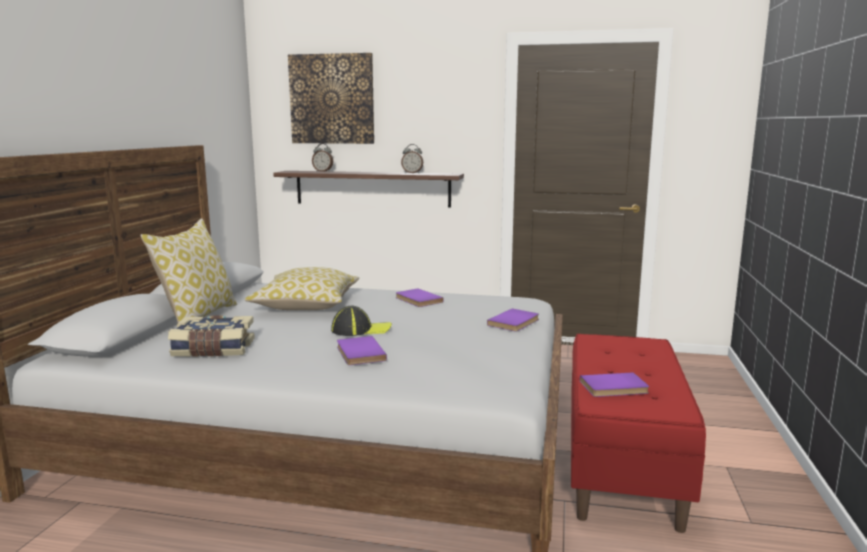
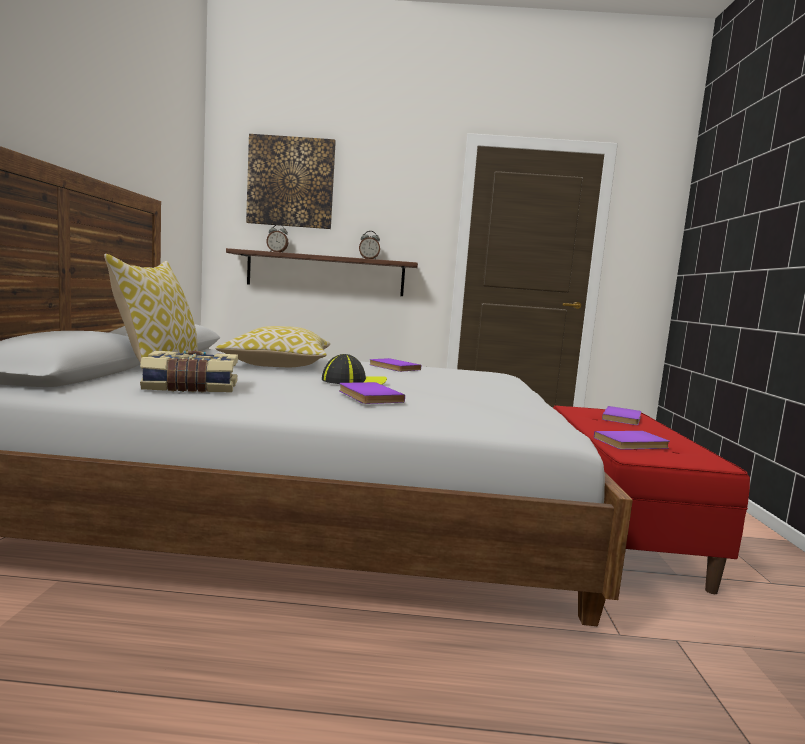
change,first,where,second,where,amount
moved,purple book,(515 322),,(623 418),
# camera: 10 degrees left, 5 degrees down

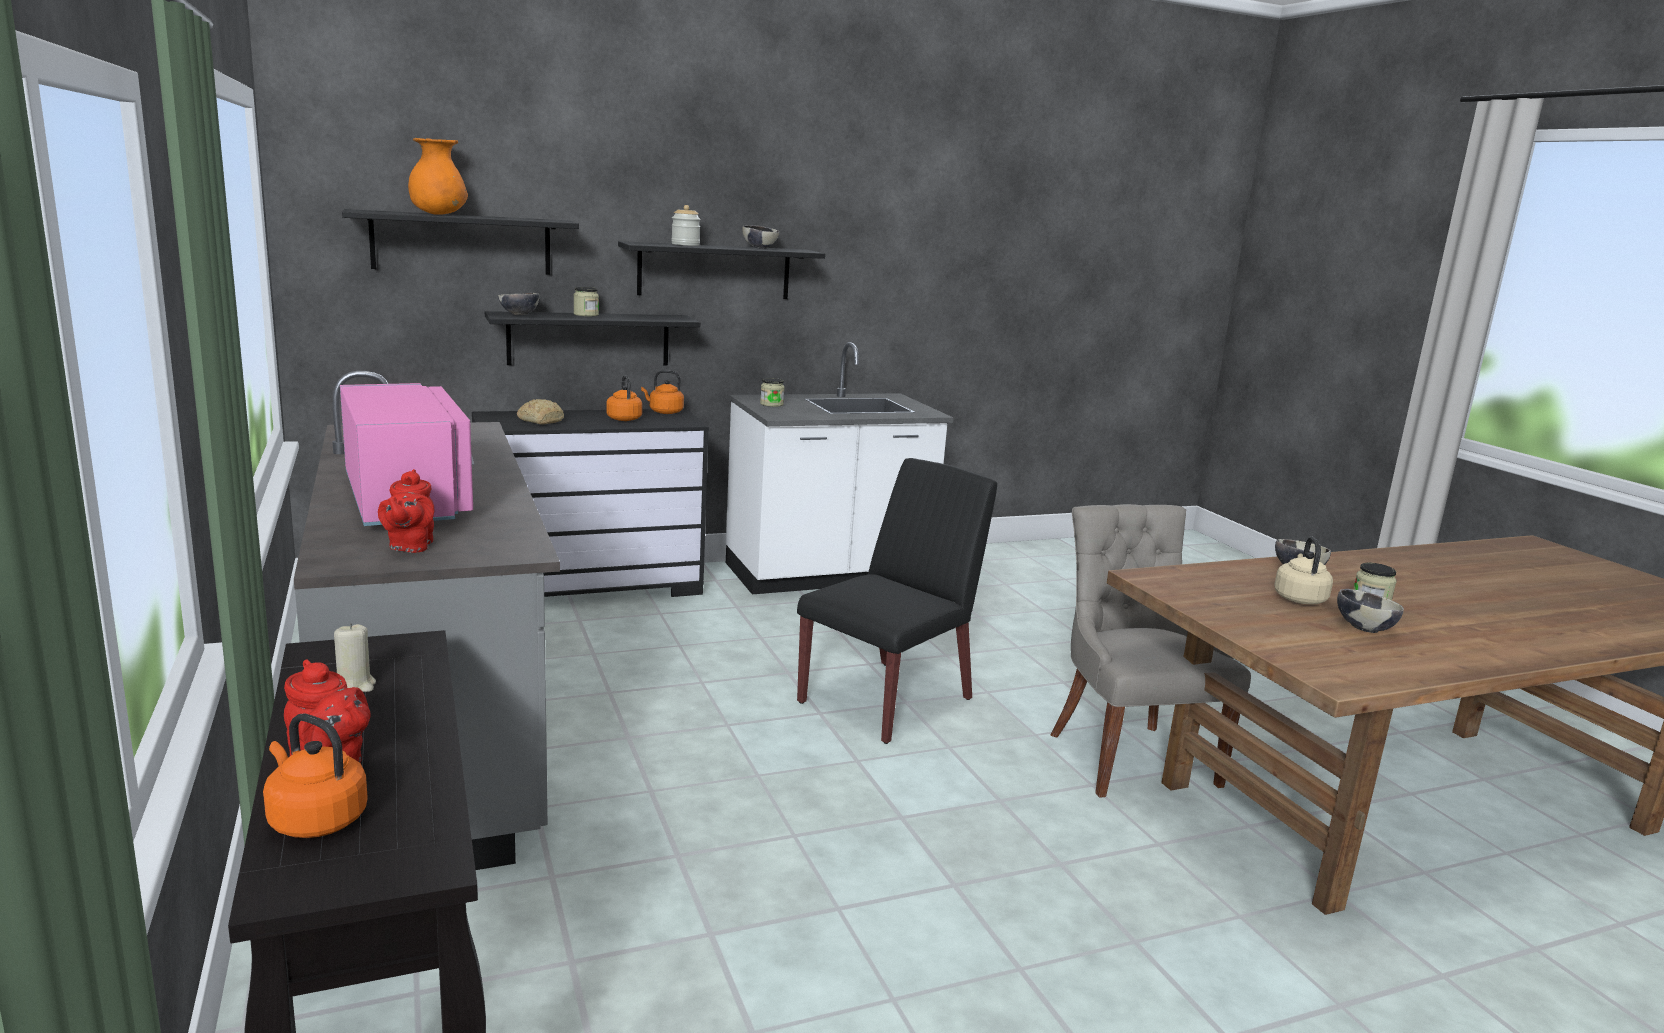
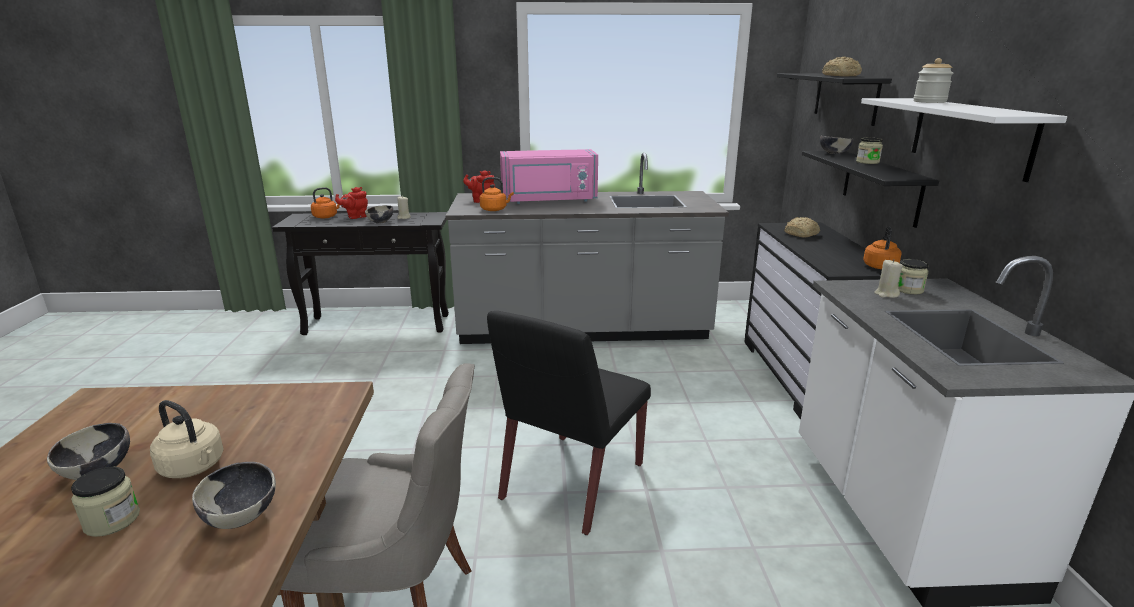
change,first,where,second,where,amount
moved,bowl,(760 248),,(380 222),
moved,orange kettle,(623 418),,(495 209),
turned,black chair,(887 700),,(572 482),60 degrees clockwise
added,,,bread,(841 76),
recoloured,black shelf,(714 271),white shelf,(970 135),
added,,,beige candle,(886 294),
removed,orange vase,(438 214),,,
# camera: 110 degrees right, 5 degrees up

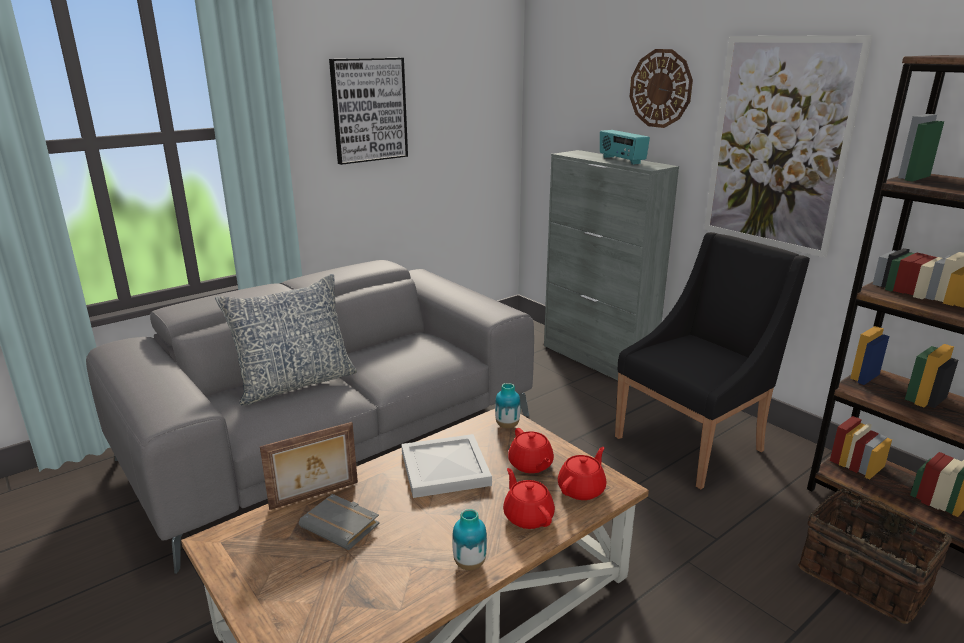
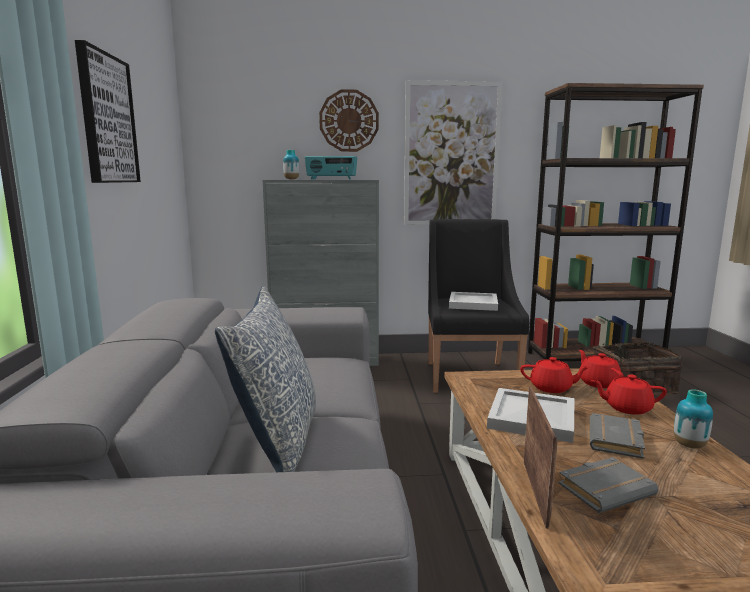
change,first,where,second,where,amount
moved,vase,(507 425),,(291 179),
added,,,white tray,(472 304),
added,,,grey book,(617 441),
# camera: 55 degrees left, 10 degrees down

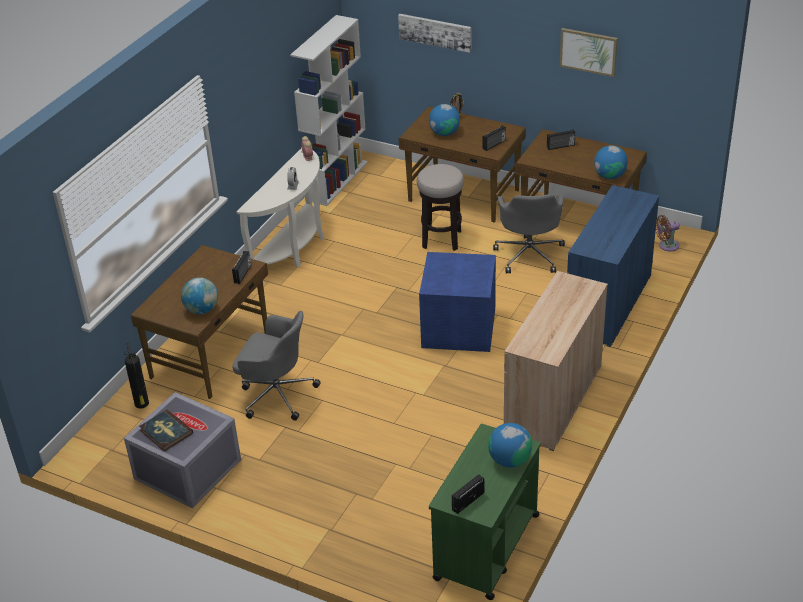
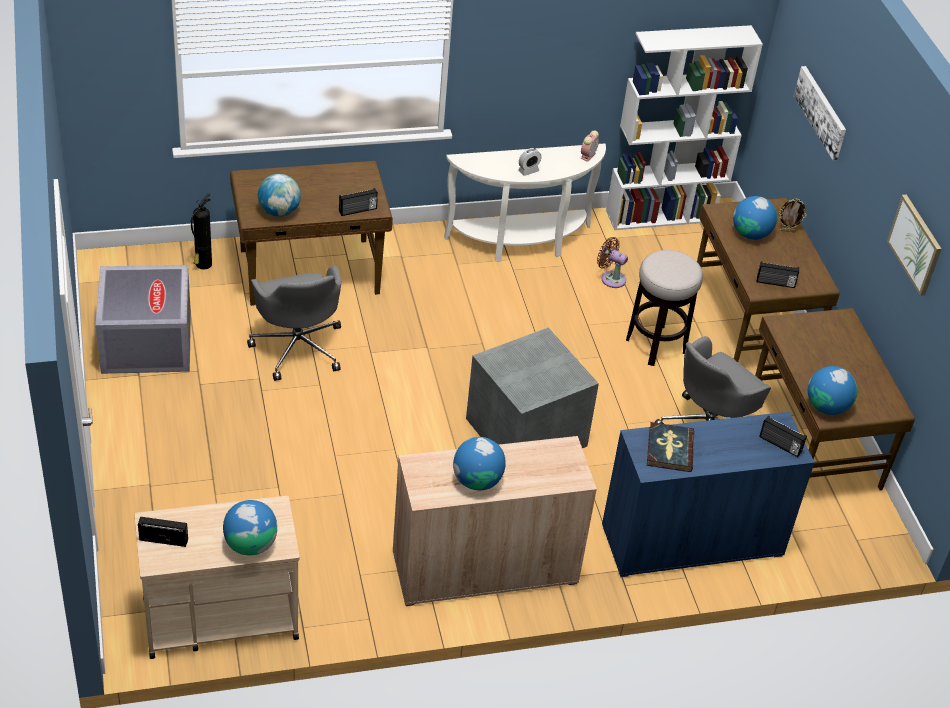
change,first,where,second,where,amount
recoloured,green cart,(486 547),beige cart,(219 618),
added,,,globe,(477 481),
recoloured,blue storage box,(457 328),grey storage box,(524 431),
moved,brown fan,(666 246),,(611 278),
moved,book,(166 432),,(669 449),
moved,radio,(560 146),,(780 445),
# camera: 45 degrees right, 5 degrees up

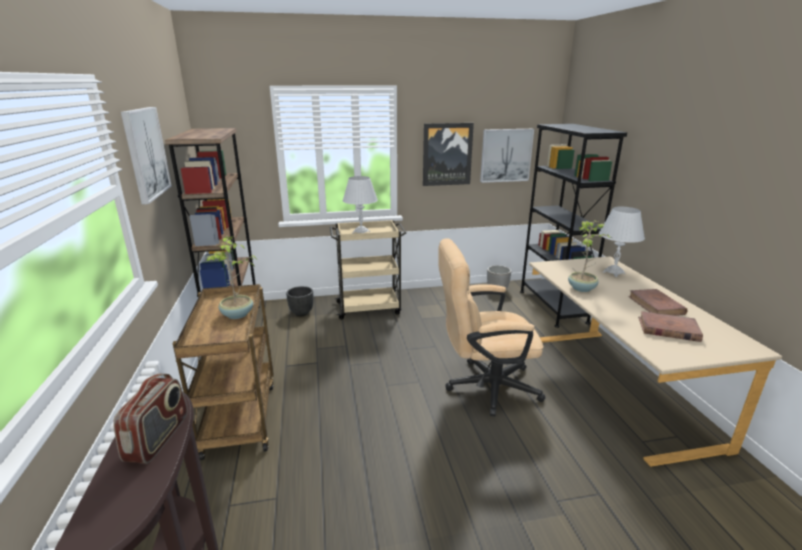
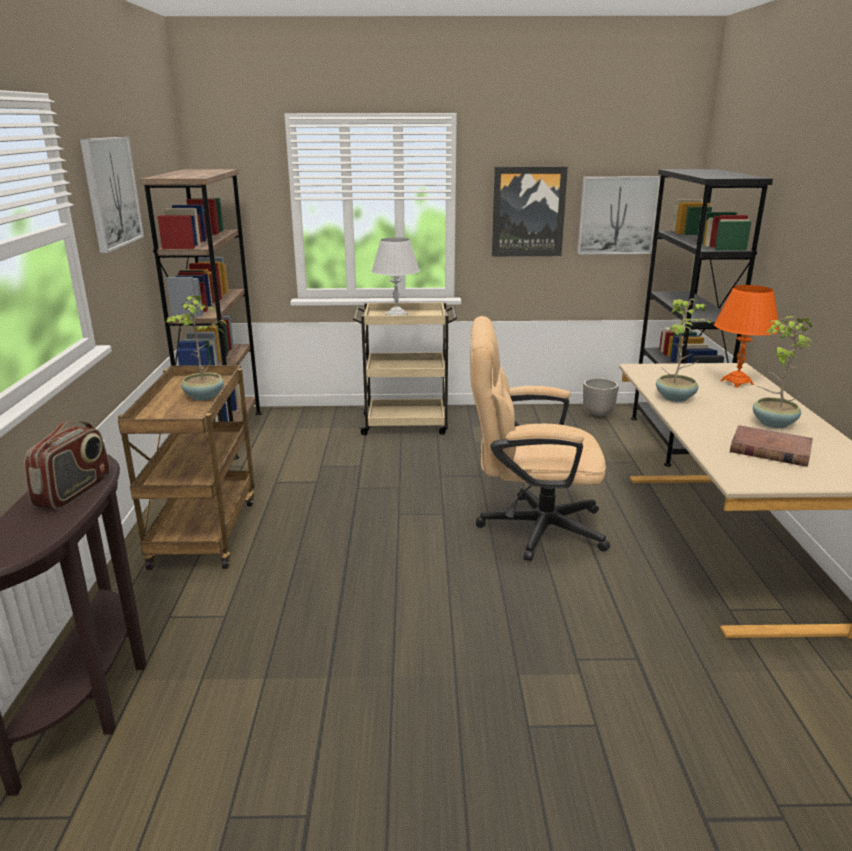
change,first,where,second,where,amount
recoloured,white table lamp,(614 273),orange table lamp,(736 382),
replaced,brown book,(656 305),potted plant,(772 423),
removed,black planter,(302 313),,,
# camera: 10 degrees right, 0 degrees up

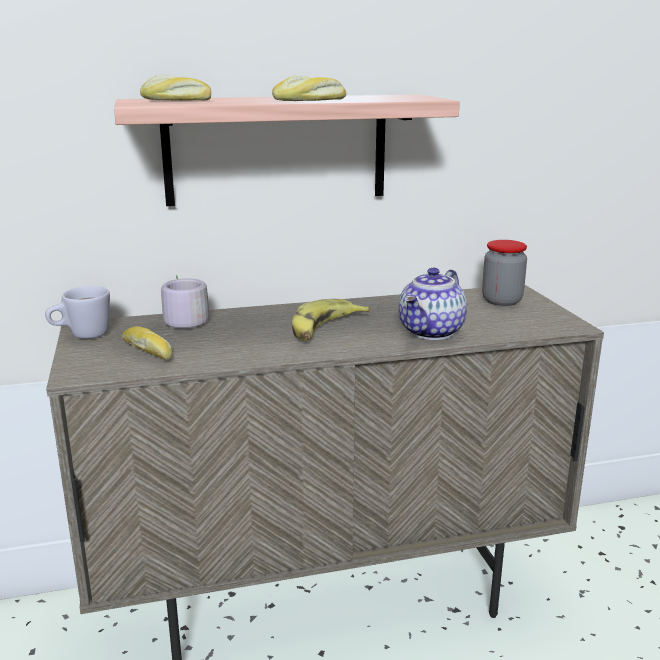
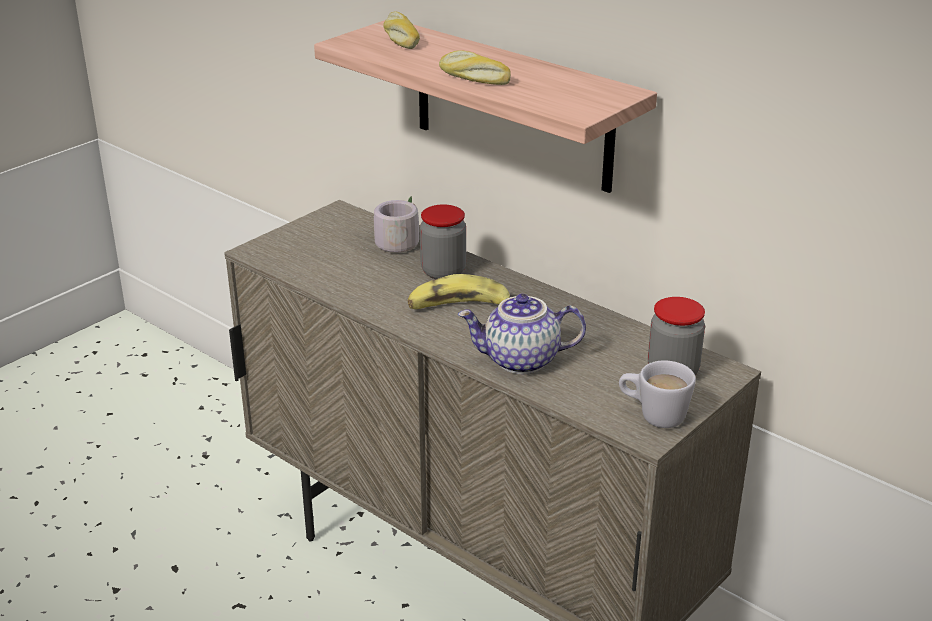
change,first,where,second,where,amount
added,,,jar,(443 272),
moved,white mug,(81 336),,(653 416),
removed,bread,(149 351),,,
# camera: 55 degrees right, 10 degrees up

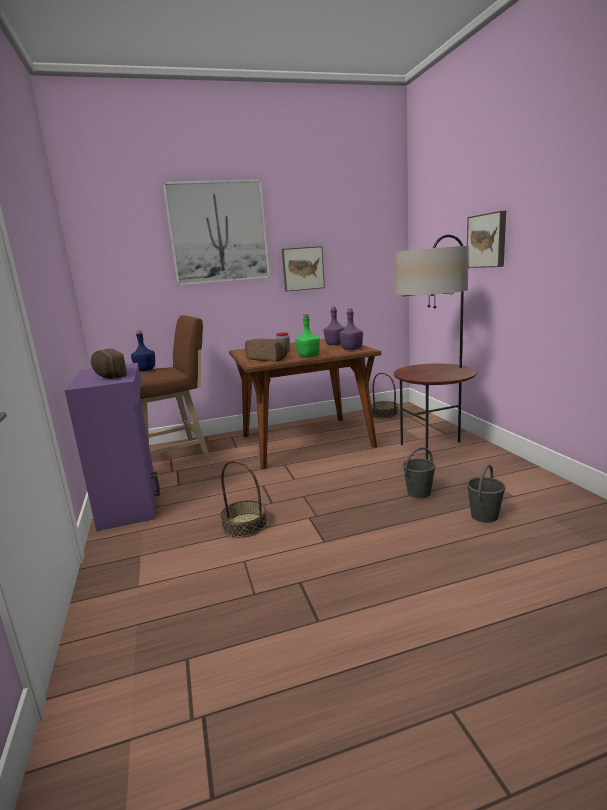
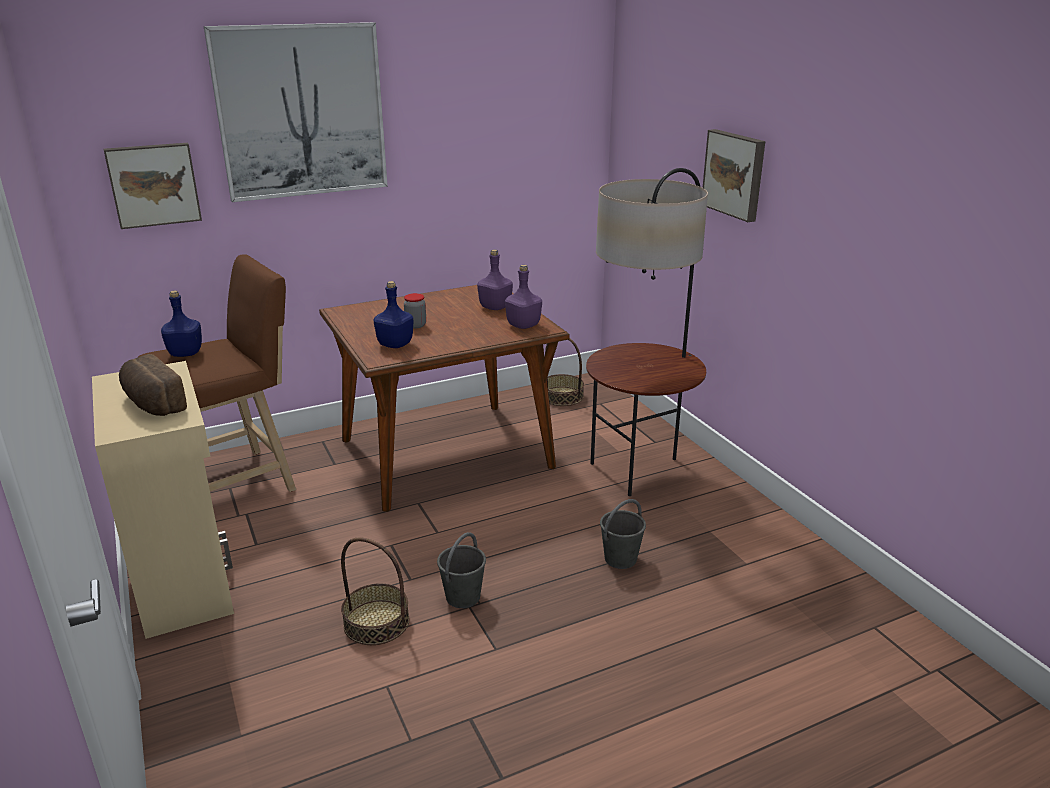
change,first,where,second,where,amount
recoloured,purple cabinet,(130 501),beige cabinet,(185 579),
moved,picture,(302 268),,(154 184),
replaced,bread,(268 359),blue bottle,(395 345),
moved,grey bucket,(484 515),,(463 596),
removed,green bottle,(309 356),,,
# camera: 10 degrees left, 10 degrees up

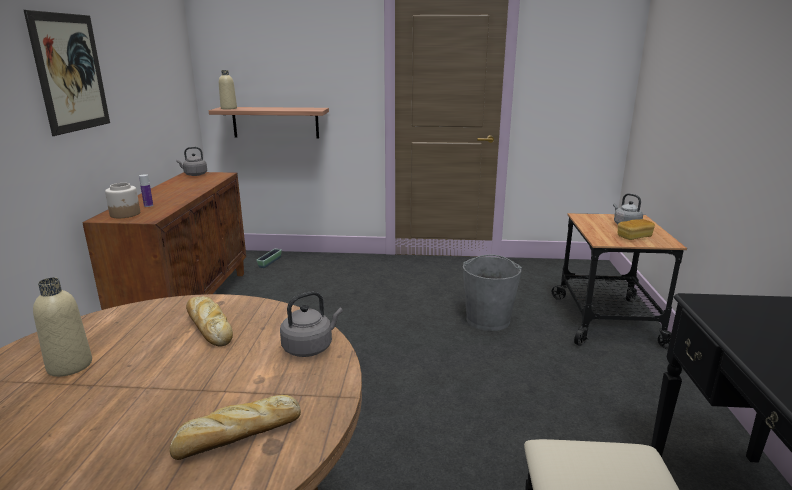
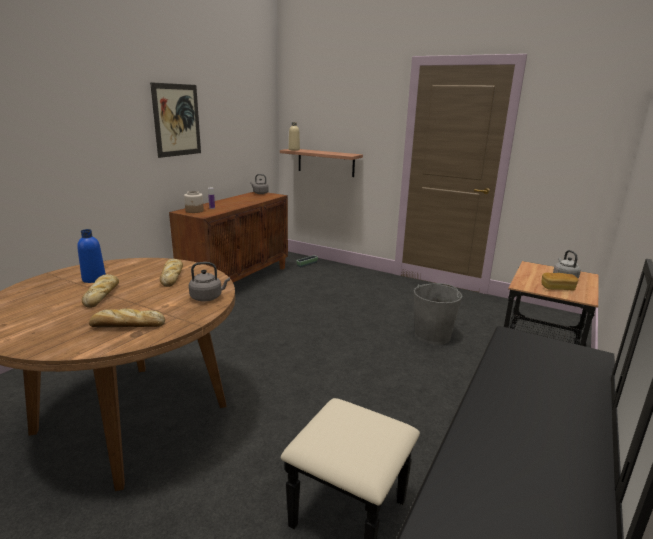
change,first,where,second,where,amount
recoloured,beige bottle,(70 366),blue bottle,(94 279),
added,,,bread,(102 294),
# camera: 25 degrees right, 0 degrees up

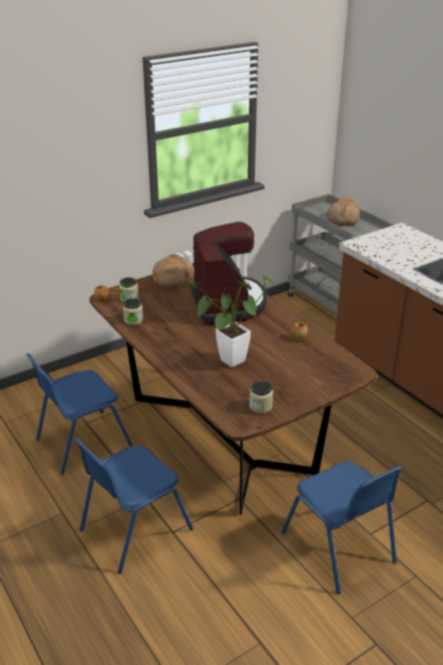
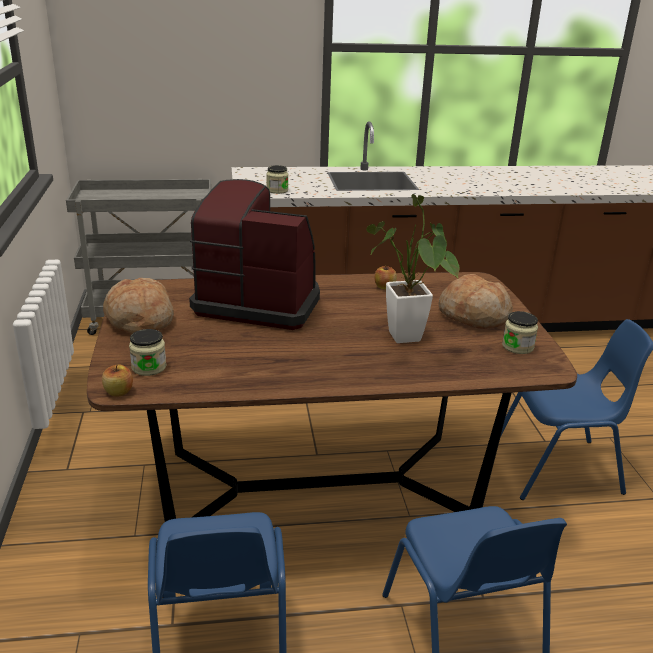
change,first,where,second,where,amount
moved,jar,(133 320),,(277 190),
moved,bread,(343 219),,(474 315),
# camera: 65 degrees left, 5 degrees down

